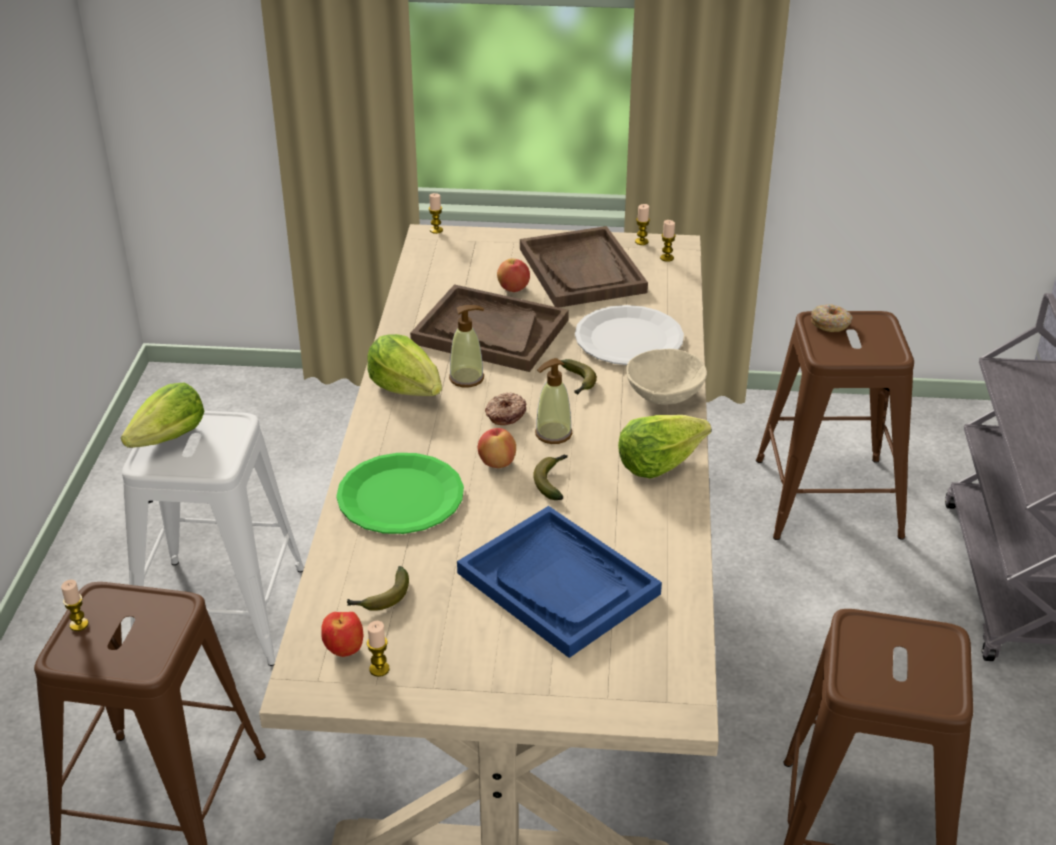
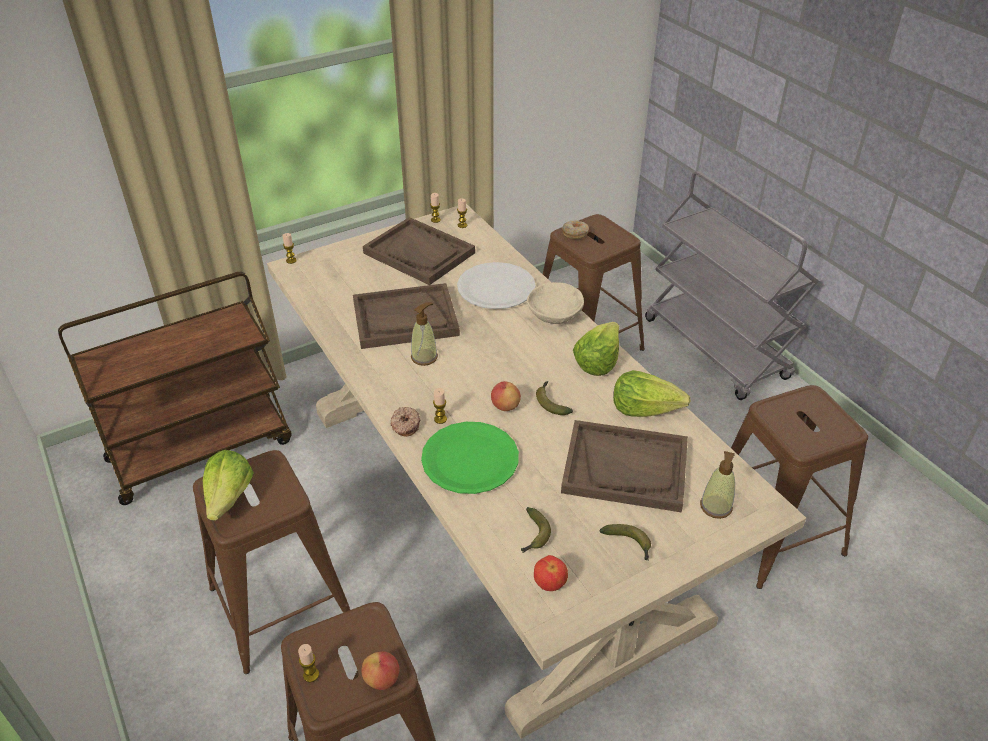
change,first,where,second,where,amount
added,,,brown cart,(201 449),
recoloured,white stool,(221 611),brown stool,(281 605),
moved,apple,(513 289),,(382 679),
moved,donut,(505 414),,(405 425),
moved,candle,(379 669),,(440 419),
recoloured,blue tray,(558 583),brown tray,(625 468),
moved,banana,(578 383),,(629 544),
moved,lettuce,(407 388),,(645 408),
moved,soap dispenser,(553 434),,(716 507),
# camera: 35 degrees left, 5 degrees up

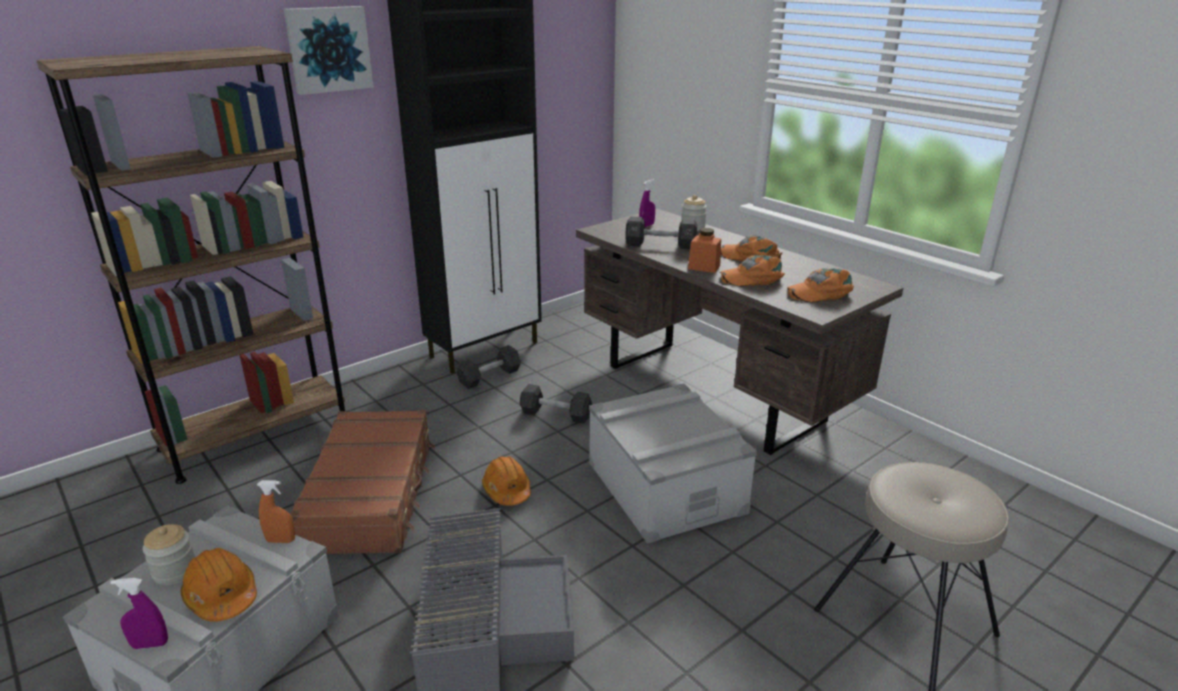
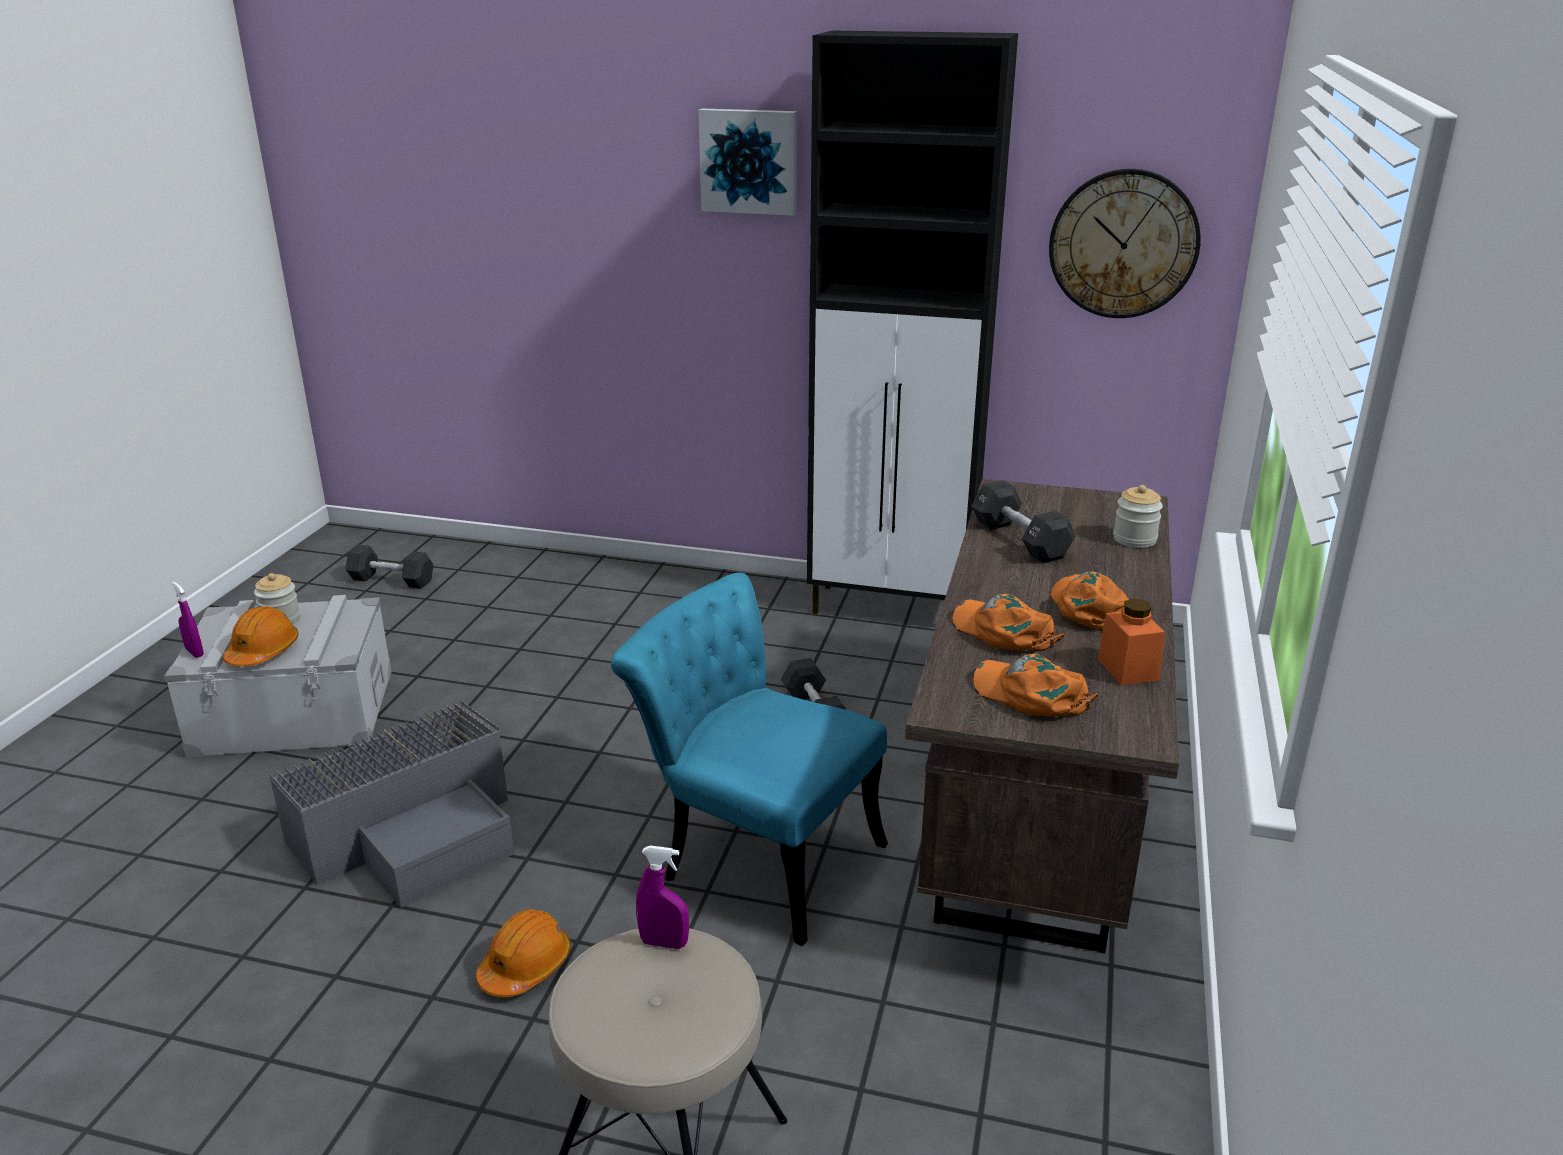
change,first,where,second,where,amount
moved,black dumbbell,(489 377),,(391 580),
moved,orange hard hat,(507 490),,(526 966),
replaced,grey storage box,(665 487),turquoise chair,(755 855),
moved,purple spray bottle,(646 225),,(664 943),
added,,,wall clock,(1123 244),
moved,orange jar,(704 267),,(1128 669),
removed,brown bookcase,(255 434),,,
removed,orange spray bottle,(280 540),,,
removed,brown suitcase,(372 495),,,
# camera: 55 degrees right, 0 degrees up

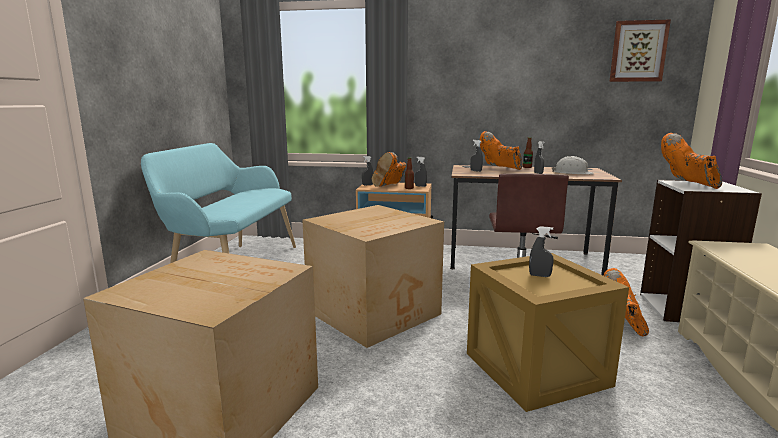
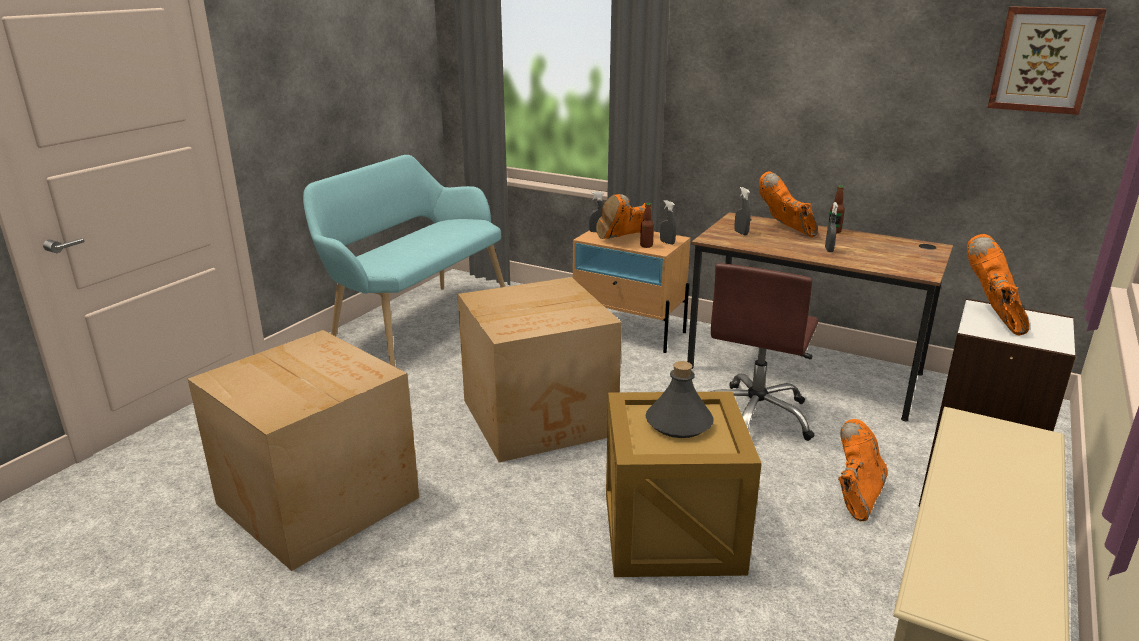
change,first,where,second,where,amount
replaced,grey spray bottle,(539 275),grey bottle,(679 424),
removed,white hard hat,(572 173),,,
# camera: 20 degrees right, 10 degrees up

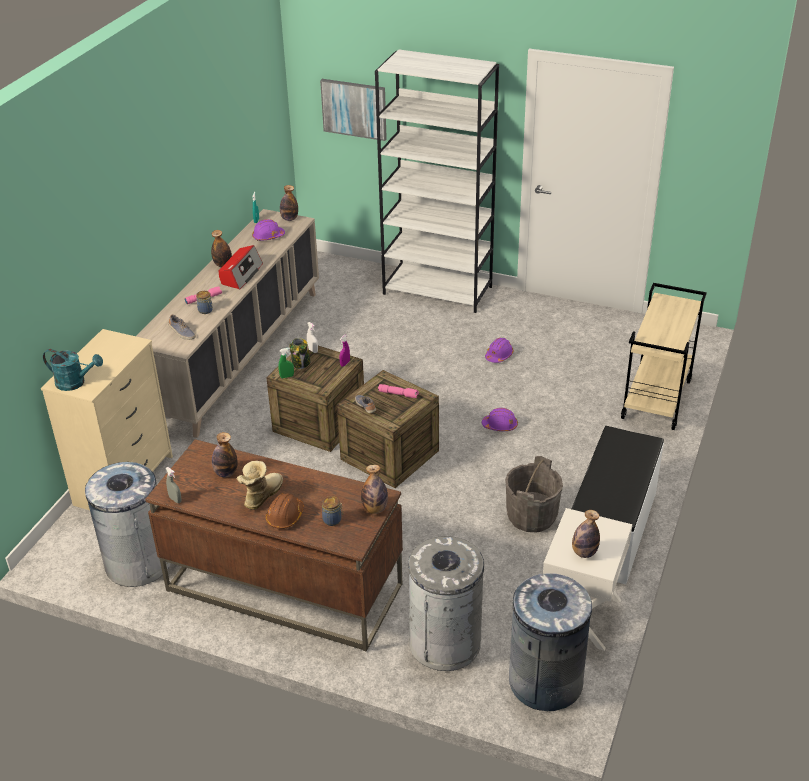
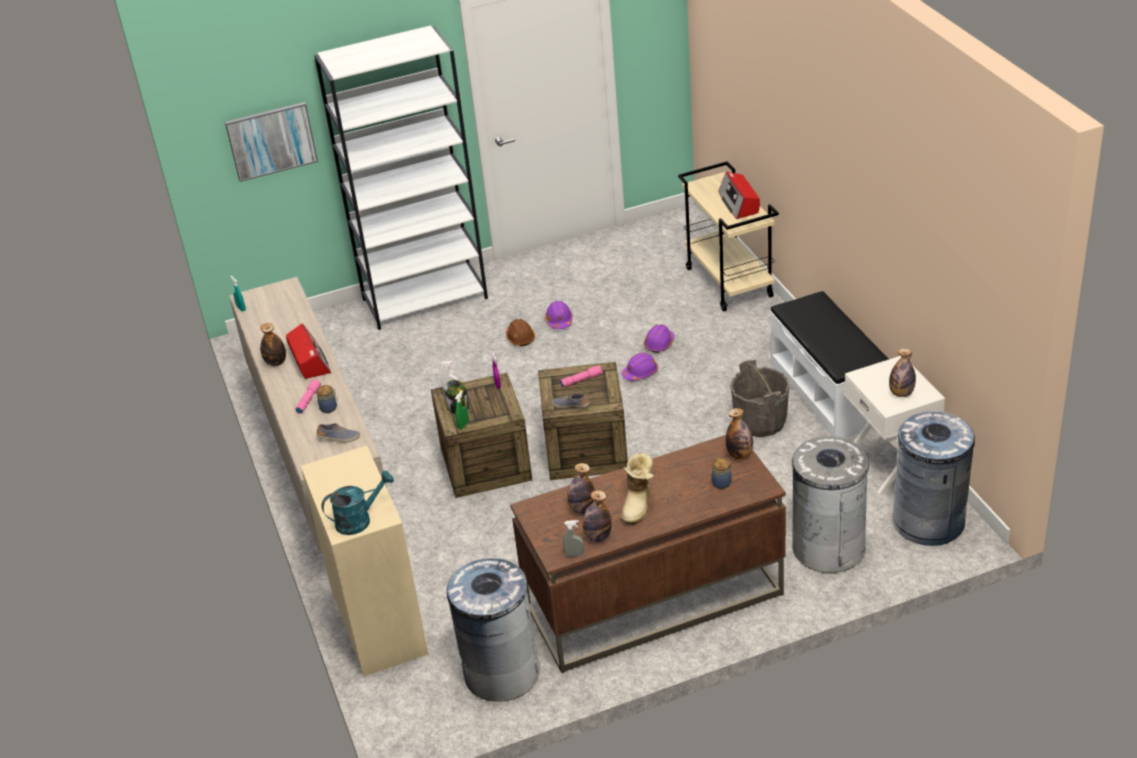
change,first,where,second,where,amount
moved,brown hard hat,(285 516),,(520 338),
moved,bottle,(289 219),,(598 537),
turned,boot,(261 496),,(639 505),150 degrees counterclockwise
moved,purple hard hat,(268 237),,(659 344),
added,,,radio,(739 203),
# camera: 40 degrees left, 0 degrees up

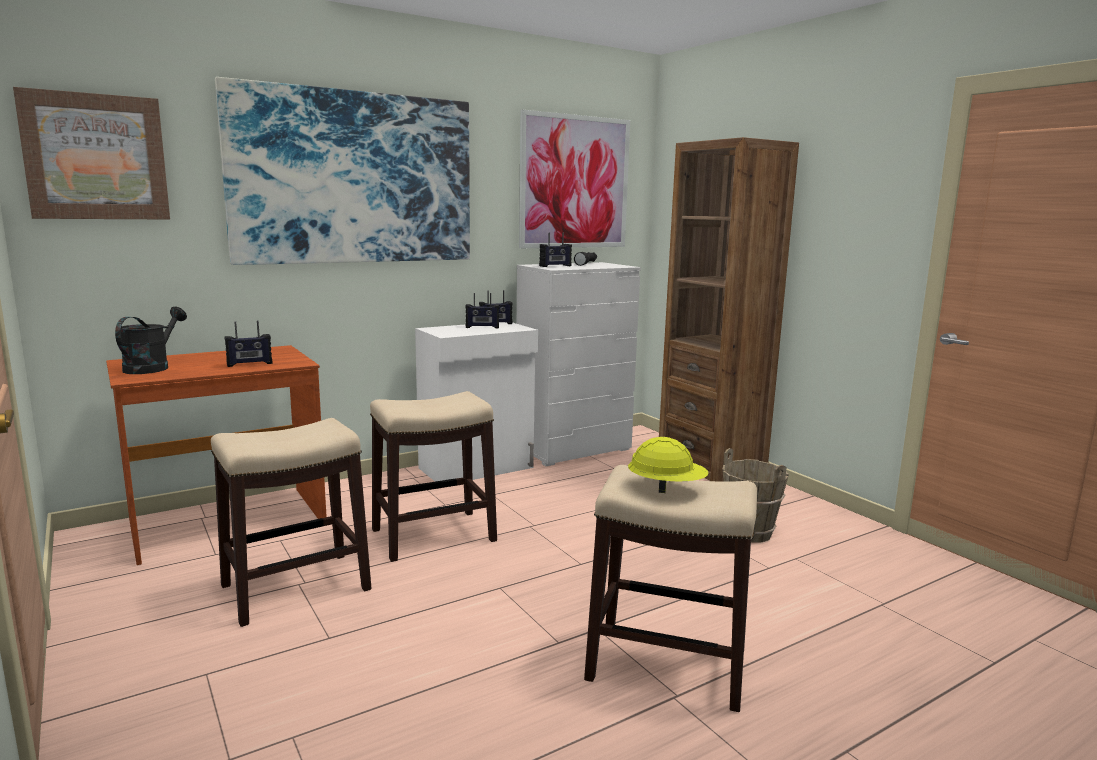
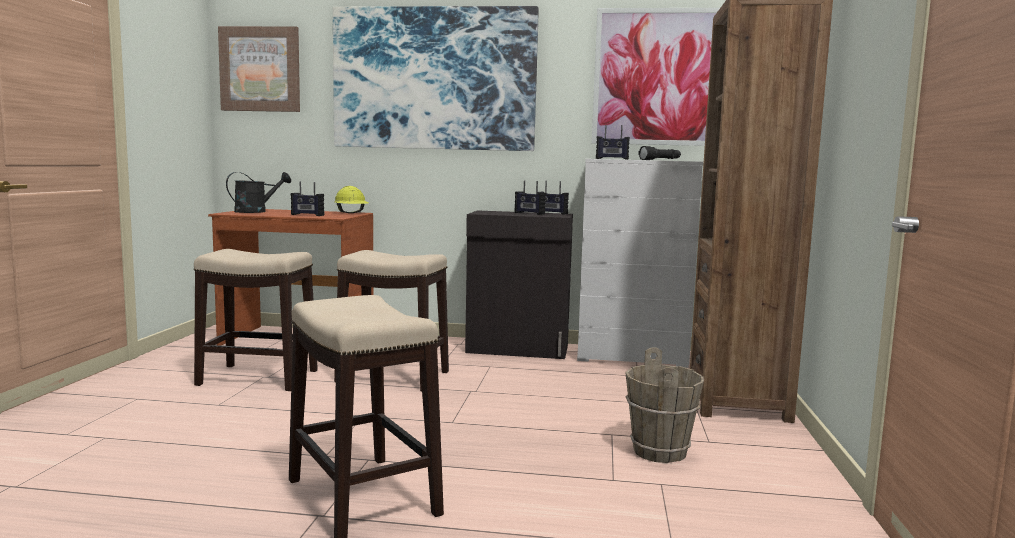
change,first,where,second,where,amount
moved,yellow hard hat,(666 488),,(351 213),
recoloured,white cabinet,(478 468),black cabinet,(518 349),
# camera: 40 degrees right, 5 degrees down

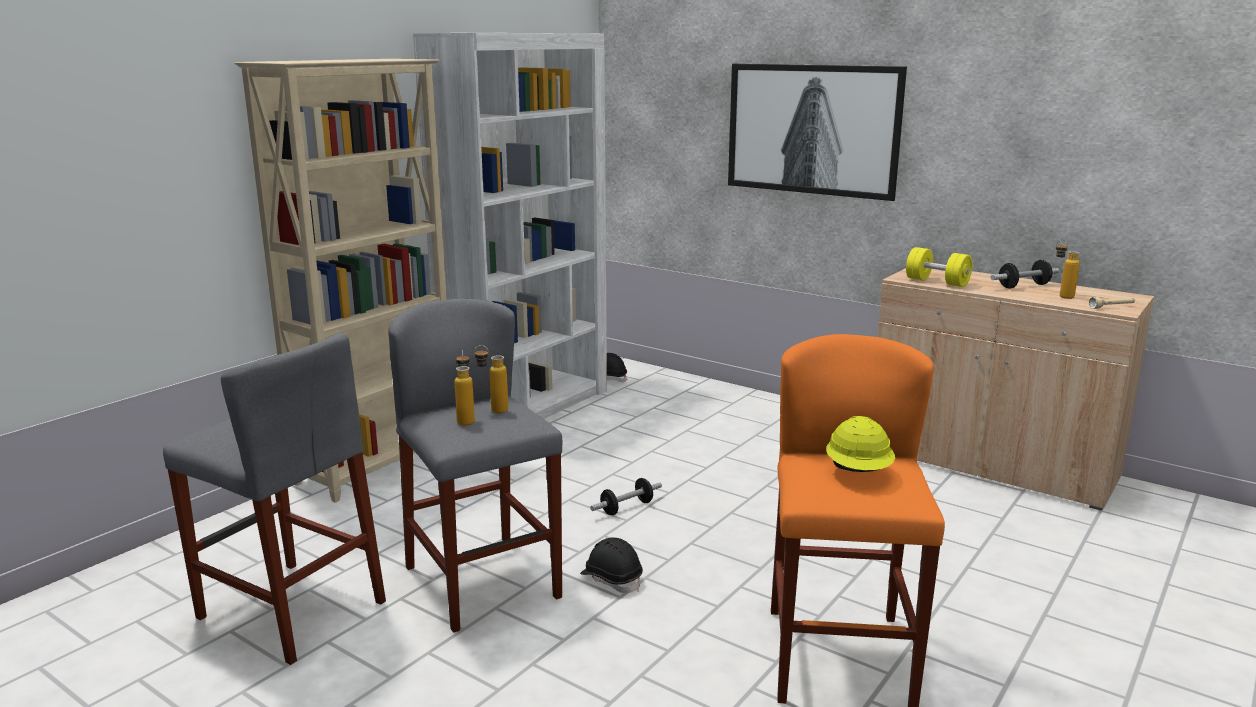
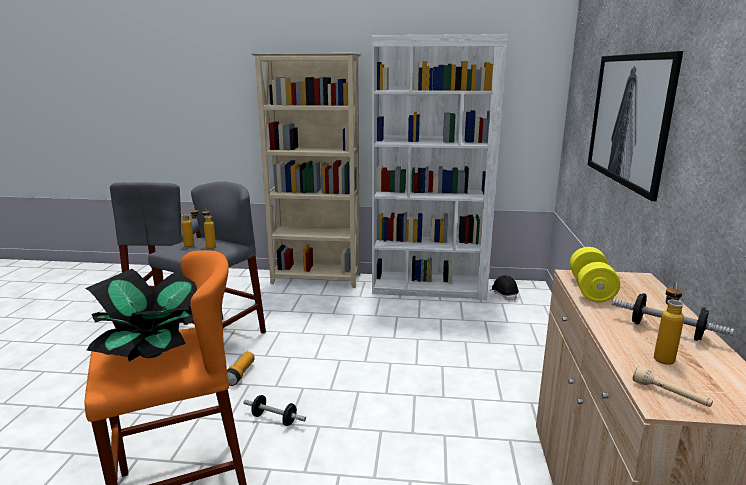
change,first,where,second,where,amount
replaced,yellow hard hat,(859 472),potted plant,(153 352),
replaced,black hard hat,(611 579),flashlight,(240 374),
moved,dumbbell,(626 508),,(274 419),
# camera: 60 degrees right, 0 degrees up

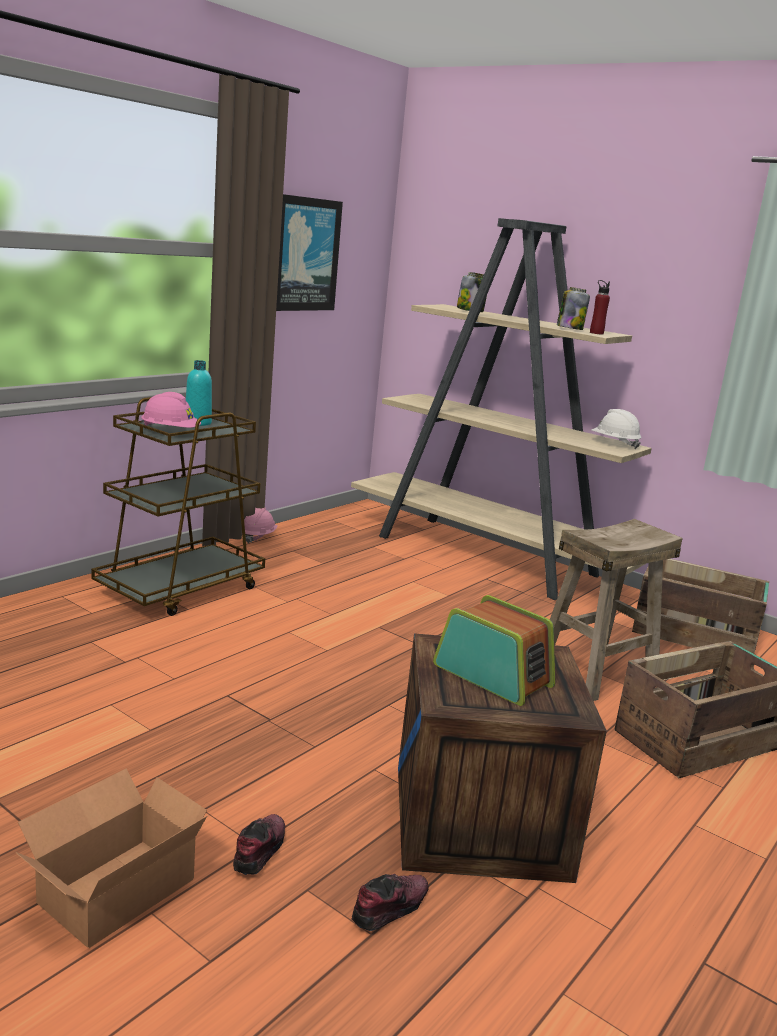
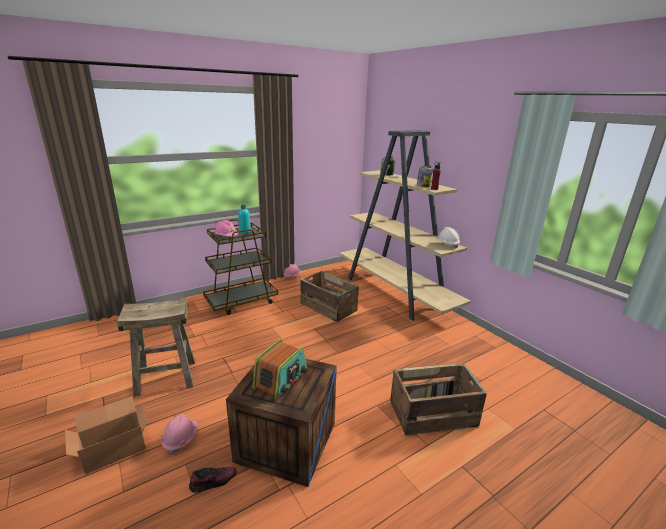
change,first,where,second,where,amount
moved,beige stool,(596 673),,(165 378),
replaced,shoe,(259 850),pink hard hat,(181 439),
turned,radio,(493 675),,(281 379),60 degrees clockwise
moved,crate,(695 636),,(328 307),
removed,picture,(305 254),,,
# camera: 20 degrees right, 5 degrees up

